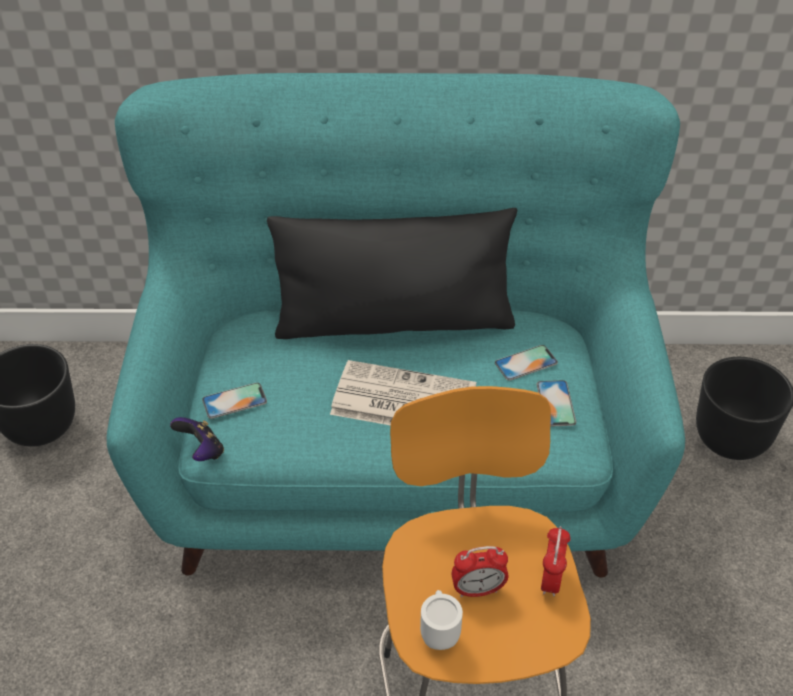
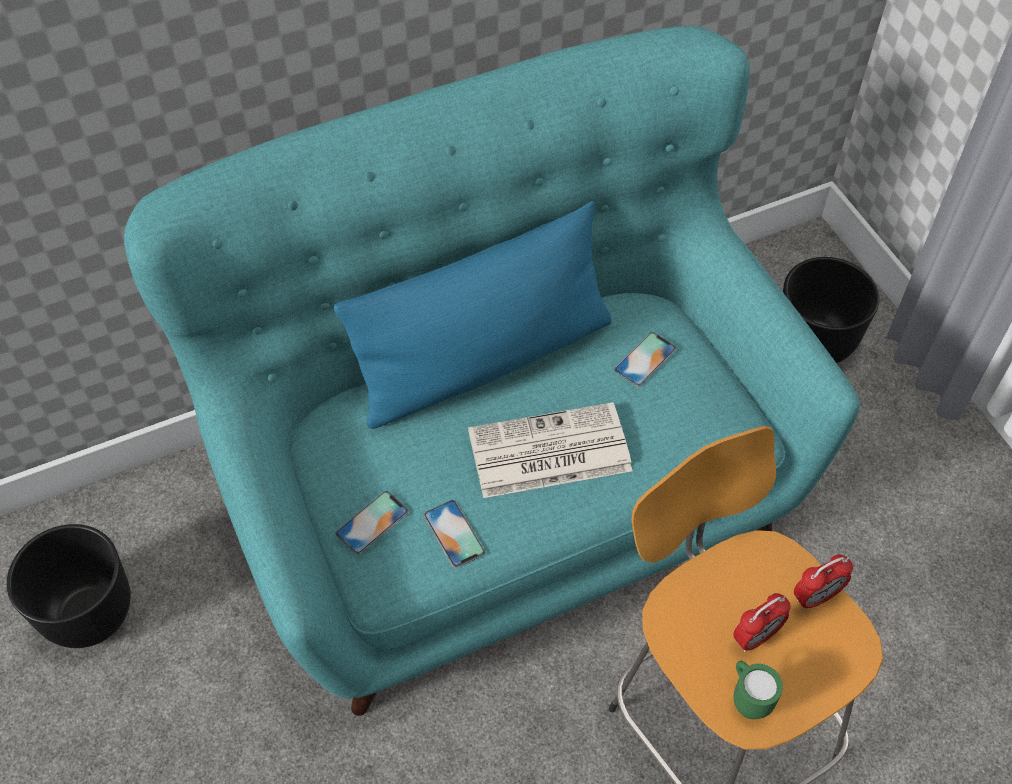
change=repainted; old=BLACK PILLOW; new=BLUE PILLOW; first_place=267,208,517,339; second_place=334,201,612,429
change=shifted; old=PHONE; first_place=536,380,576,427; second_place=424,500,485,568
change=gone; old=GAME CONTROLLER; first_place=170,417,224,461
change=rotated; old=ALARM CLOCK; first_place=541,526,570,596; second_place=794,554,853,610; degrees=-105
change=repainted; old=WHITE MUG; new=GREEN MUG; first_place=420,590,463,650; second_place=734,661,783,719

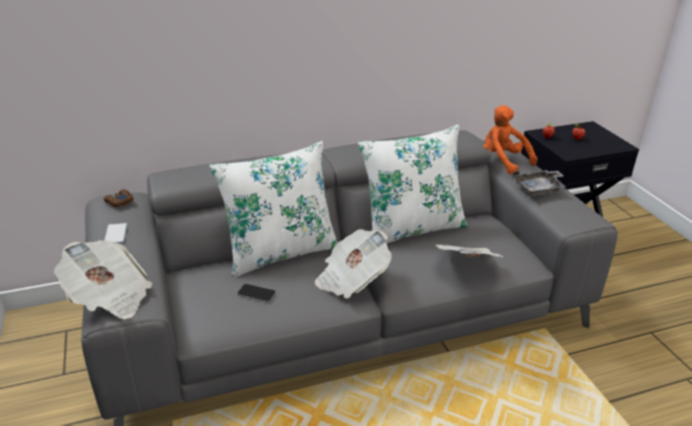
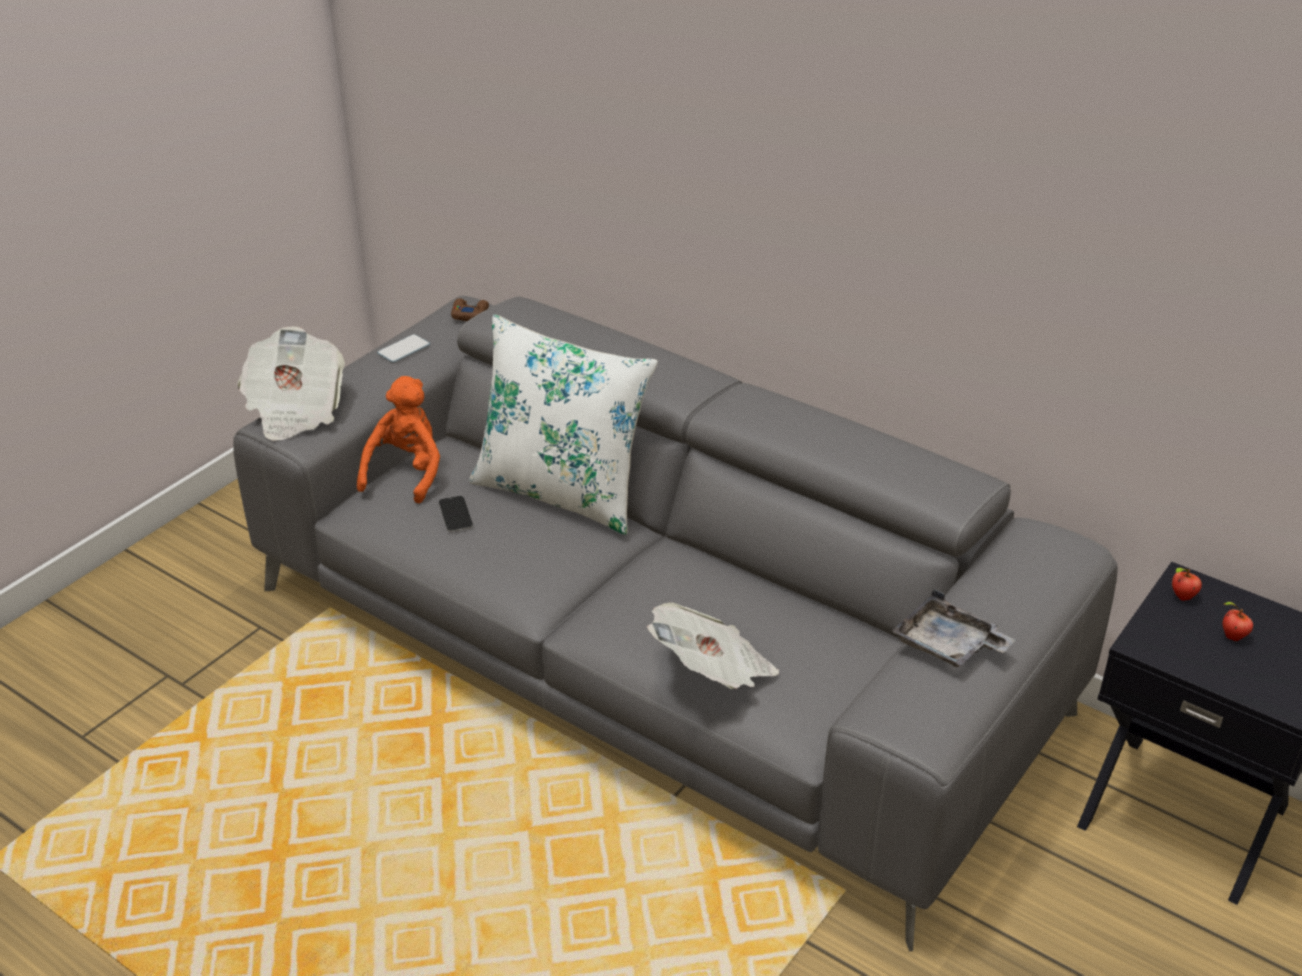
change=shifted; old=ORANGE PLUSH TOY; first_place=483,105,537,175; second_place=357,376,440,503
change=gone; old=WHITE PILLOW; first_place=358,125,468,243
change=gone; old=NEWSPAPER; first_place=315,229,392,299

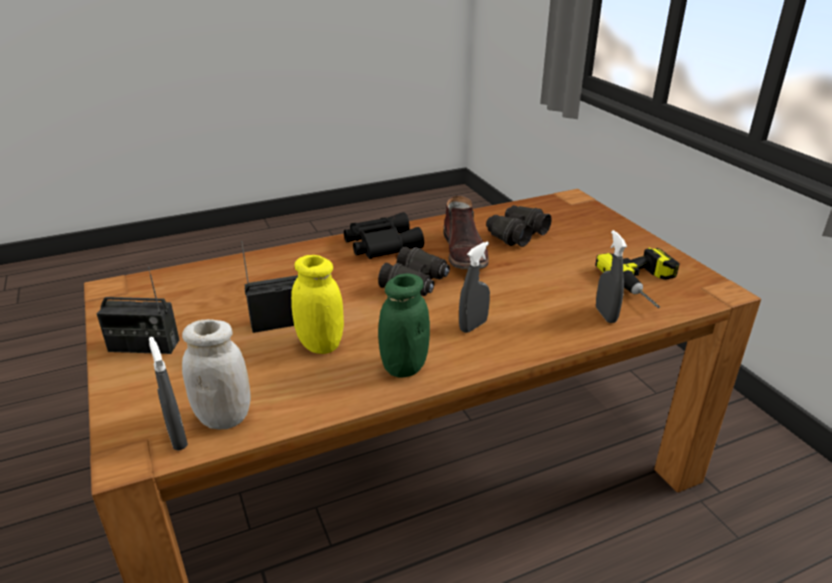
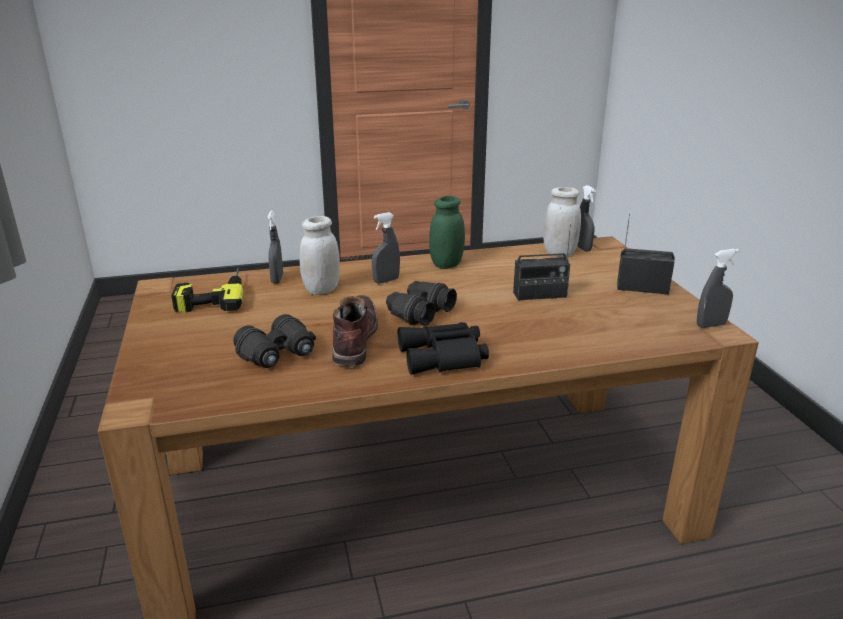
change=gone; old=YELLOW JAR; first_place=291,255,344,354
change=new; new=WHITE JAR; second_place=299,216,340,295
change=new; new=GREY SPRAY BOTTLE; second_place=697,249,739,328

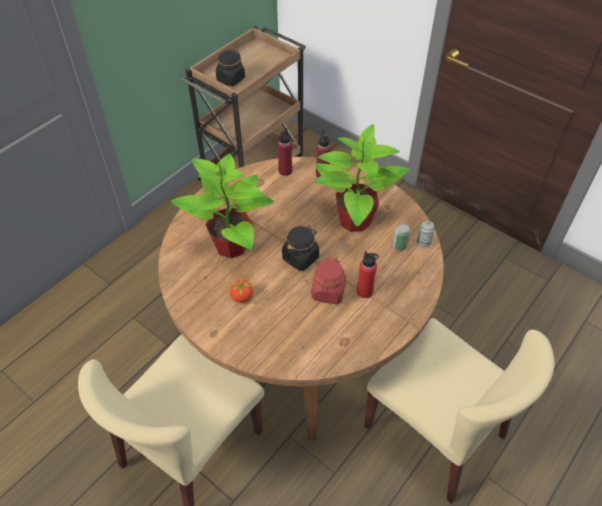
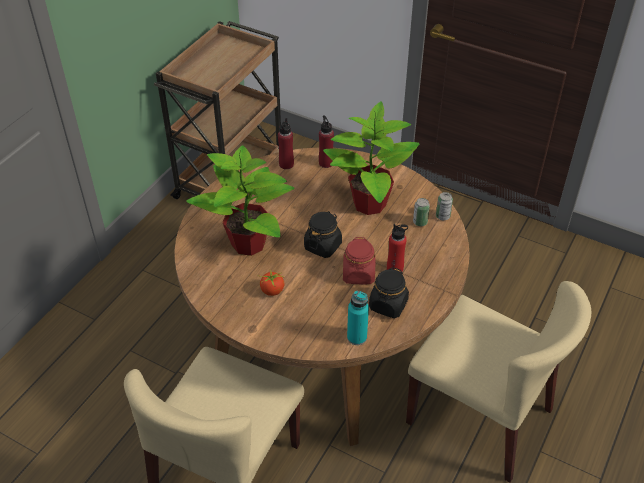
change=shifted; old=BLACK JAR; first_place=216,50,245,86; second_place=369,267,409,318
change=new; new=TURQUOISE BOTTLE; second_place=347,291,369,345

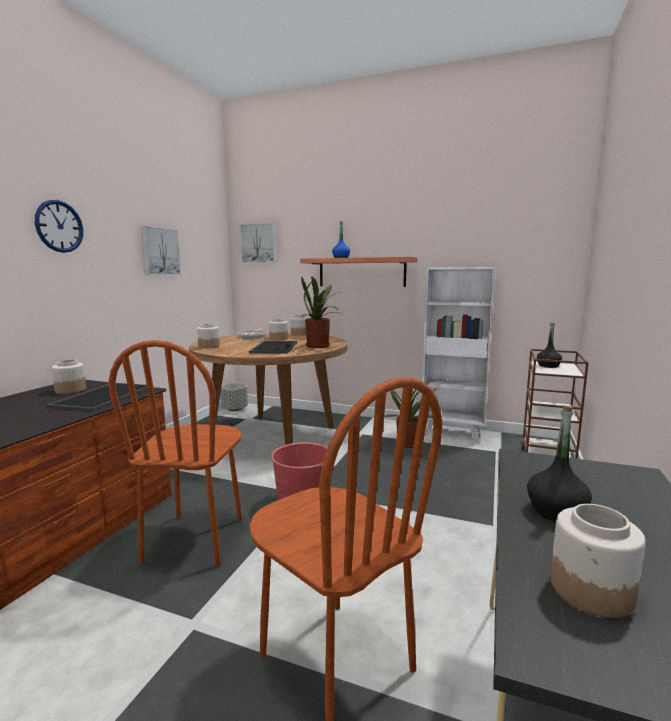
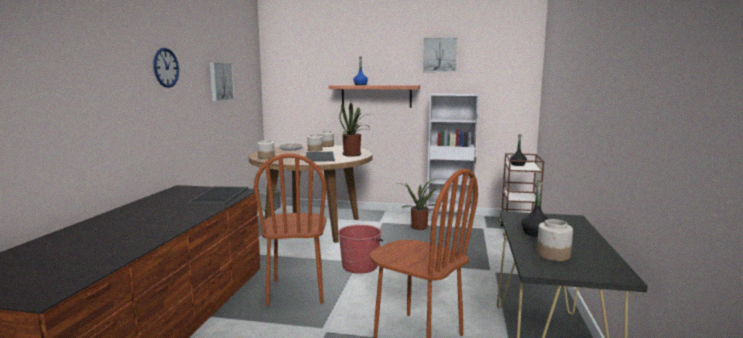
change=shifted; old=PICTURE; first_place=240,223,276,263; second_place=423,37,457,72
change=gone; old=JAR; first_place=52,360,86,394

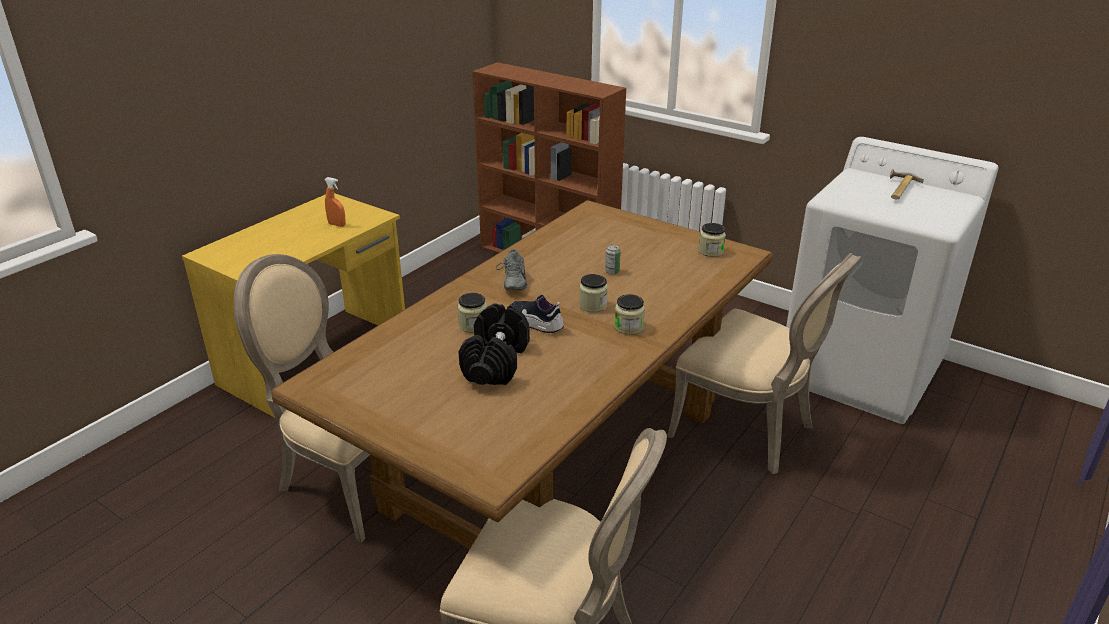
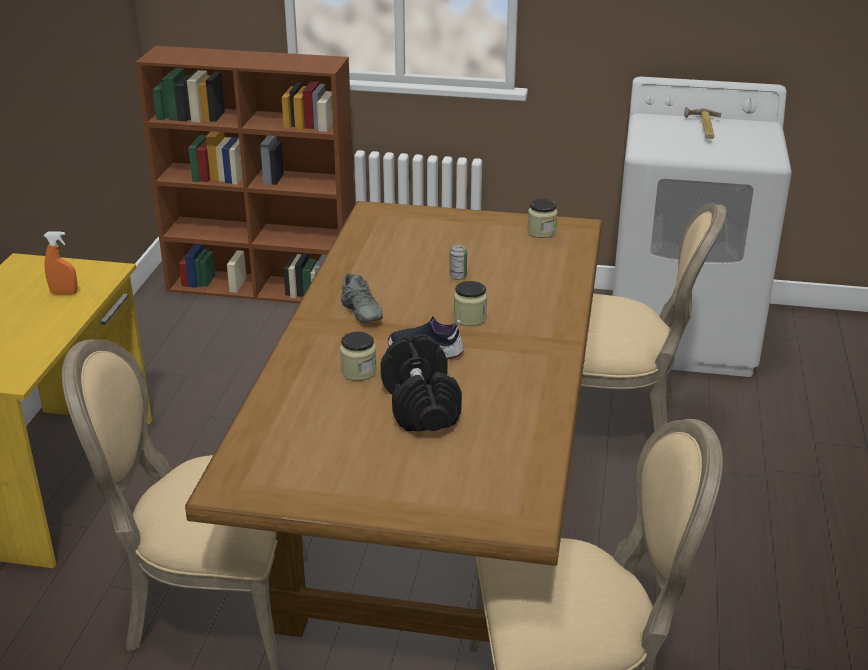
change=gone; old=JAR; first_place=614,294,645,335

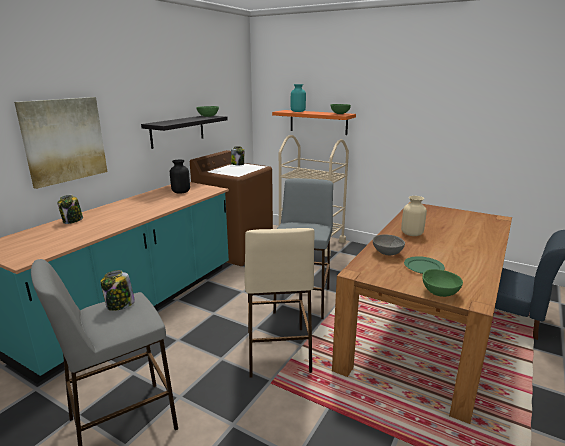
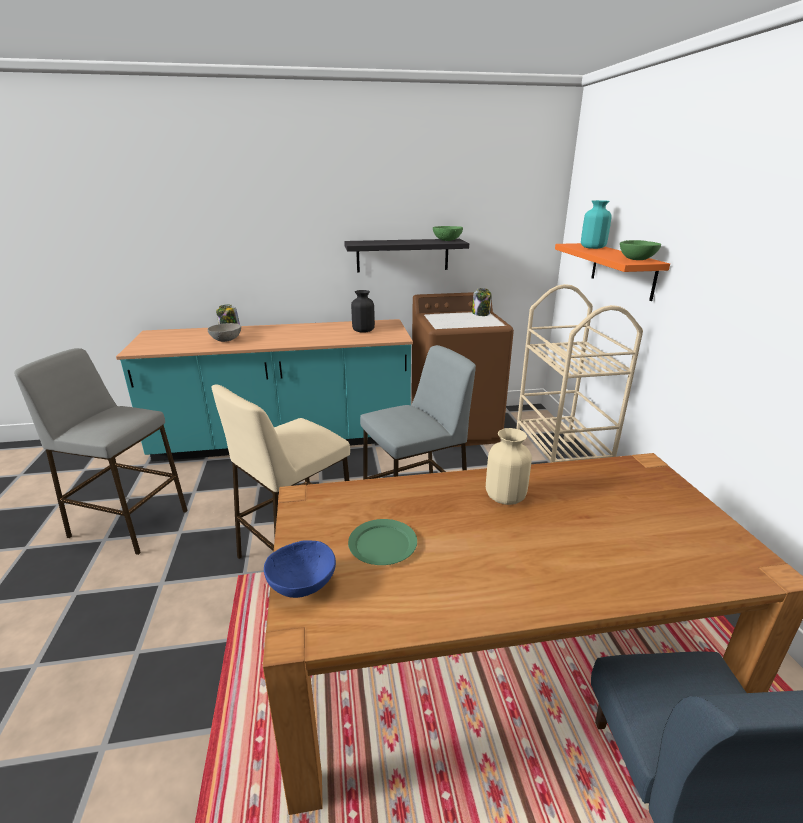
change=gone; old=PICTURE; first_place=14,97,107,189
change=shifted; old=GREY BOWL; first_place=373,234,405,255; second_place=208,323,241,342
change=repainted; old=GREEN BOWL; new=BLUE BOWL; first_place=422,269,463,297; second_place=264,540,336,598
change=gone; old=JAR; first_place=101,270,135,311

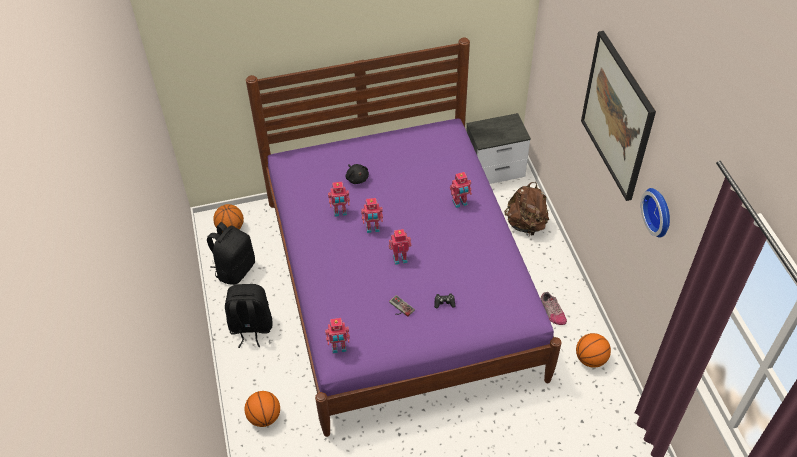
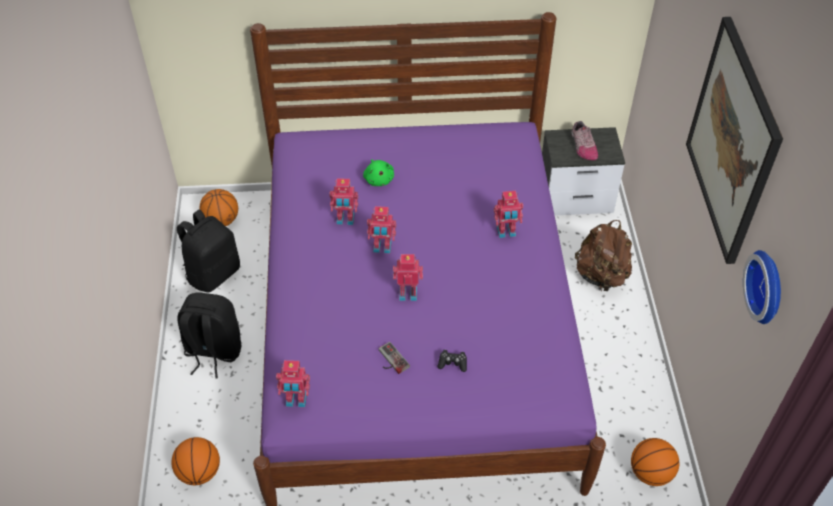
change=repainted; old=BLACK PLUSH TOY; new=GREEN PLUSH TOY; first_place=345,164,369,184; second_place=363,159,394,186
change=shifted; old=SHOE; first_place=540,292,567,325; second_place=571,121,598,160

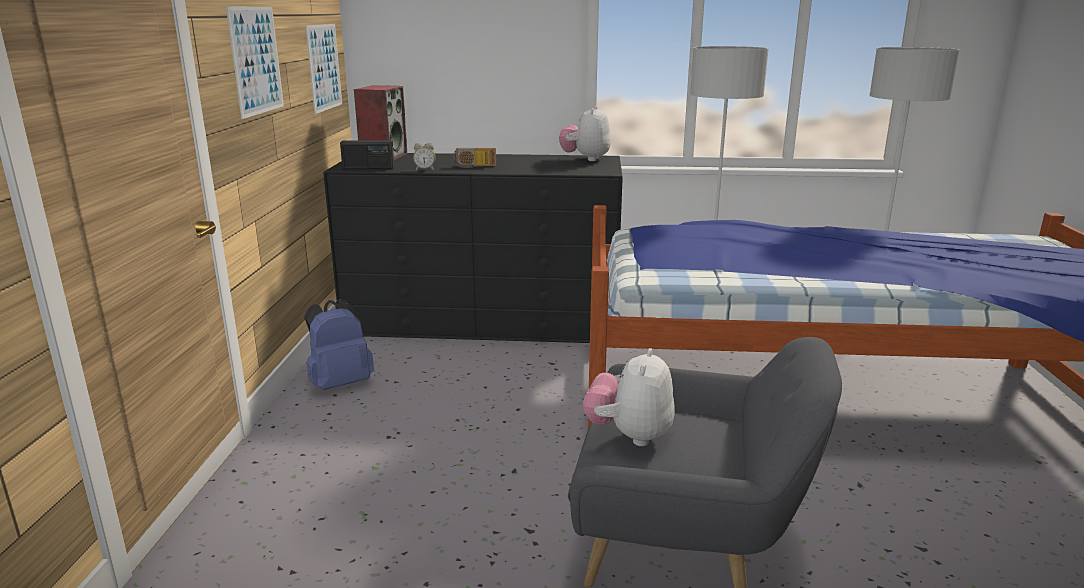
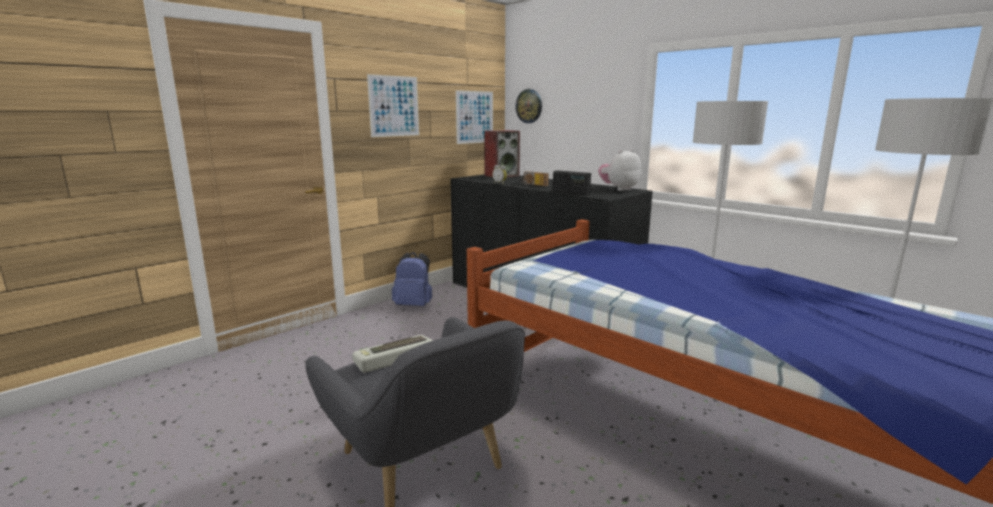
change=shifted; old=RADIO; first_place=340,140,394,170; second_place=553,170,591,195
change=swapped; old=PLUSH TOY; new=KEYBOARD; first_place=583,348,675,446; second_place=352,335,433,373
change=new; new=WALL CLOCK; second_place=515,89,542,123

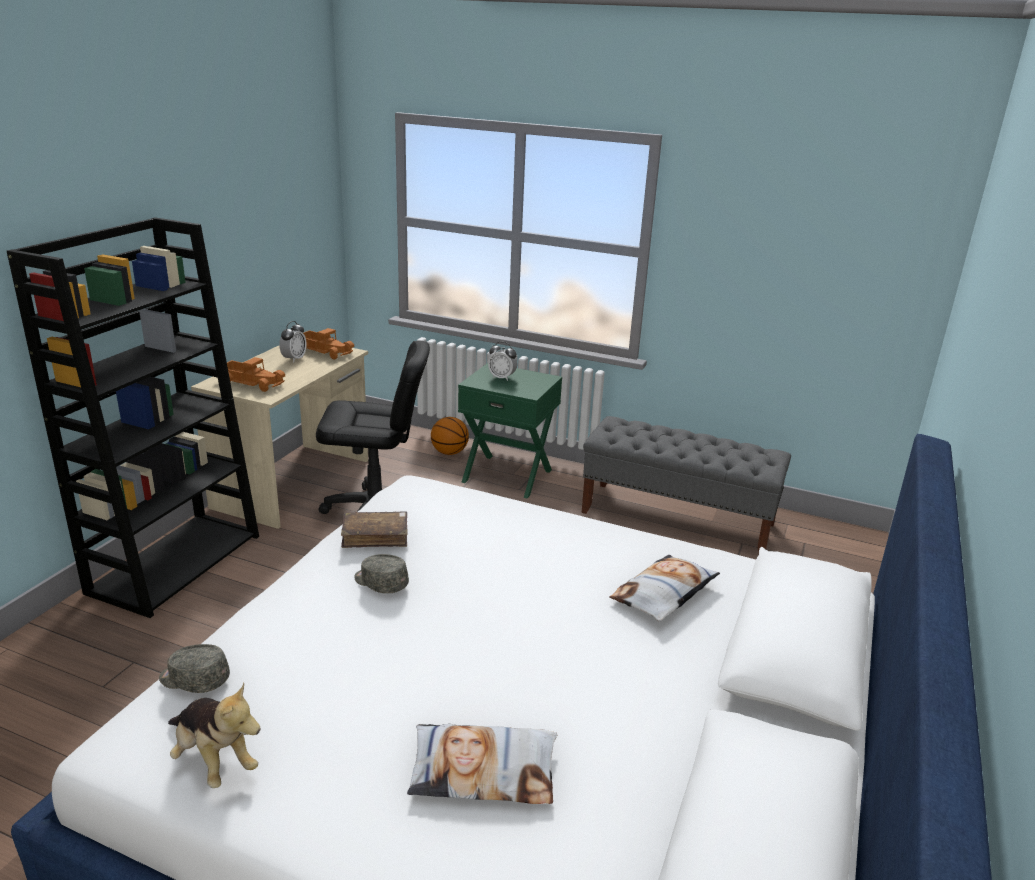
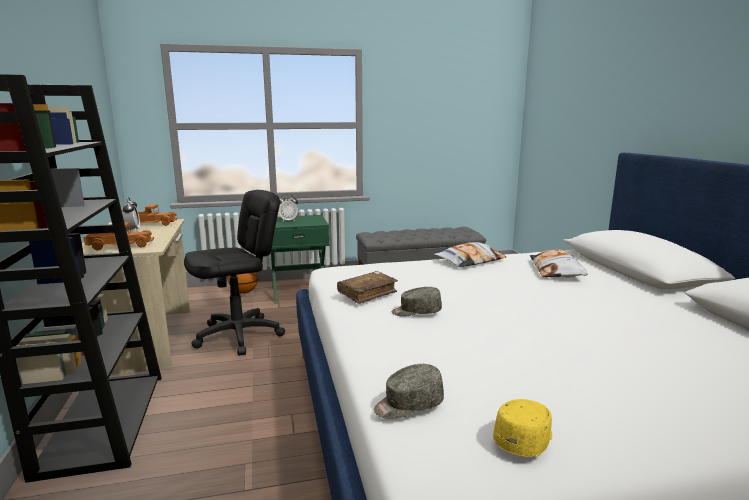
change=swapped; old=PLUSH TOY; new=YELLOW CAP; first_place=168,683,260,788; second_place=493,399,552,457
change=shifted; old=PILLOW; first_place=407,724,557,804; second_place=434,242,506,267

